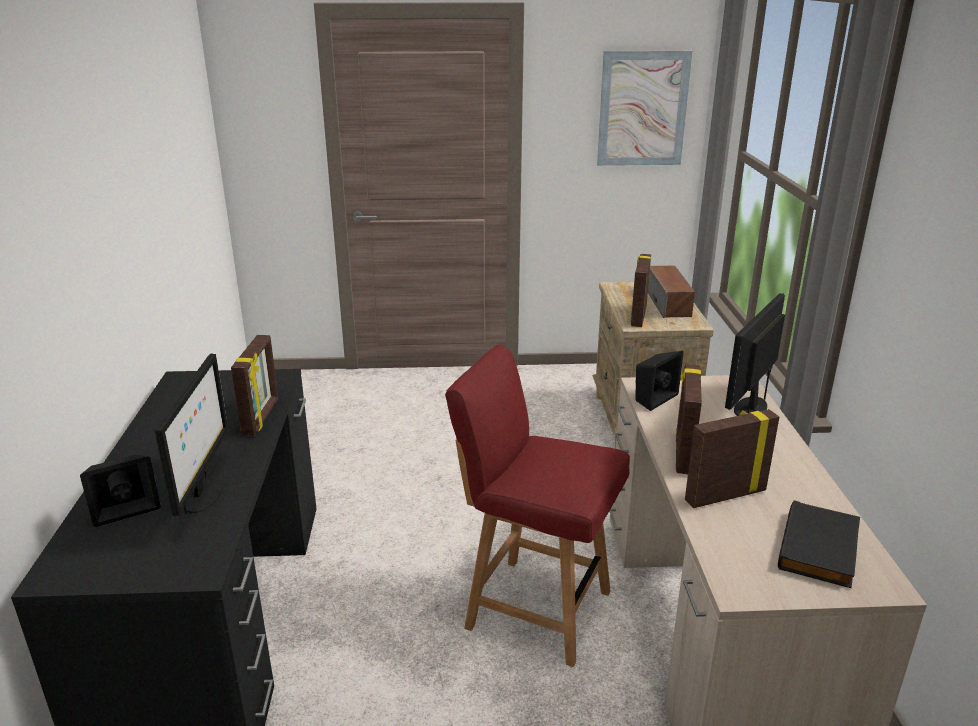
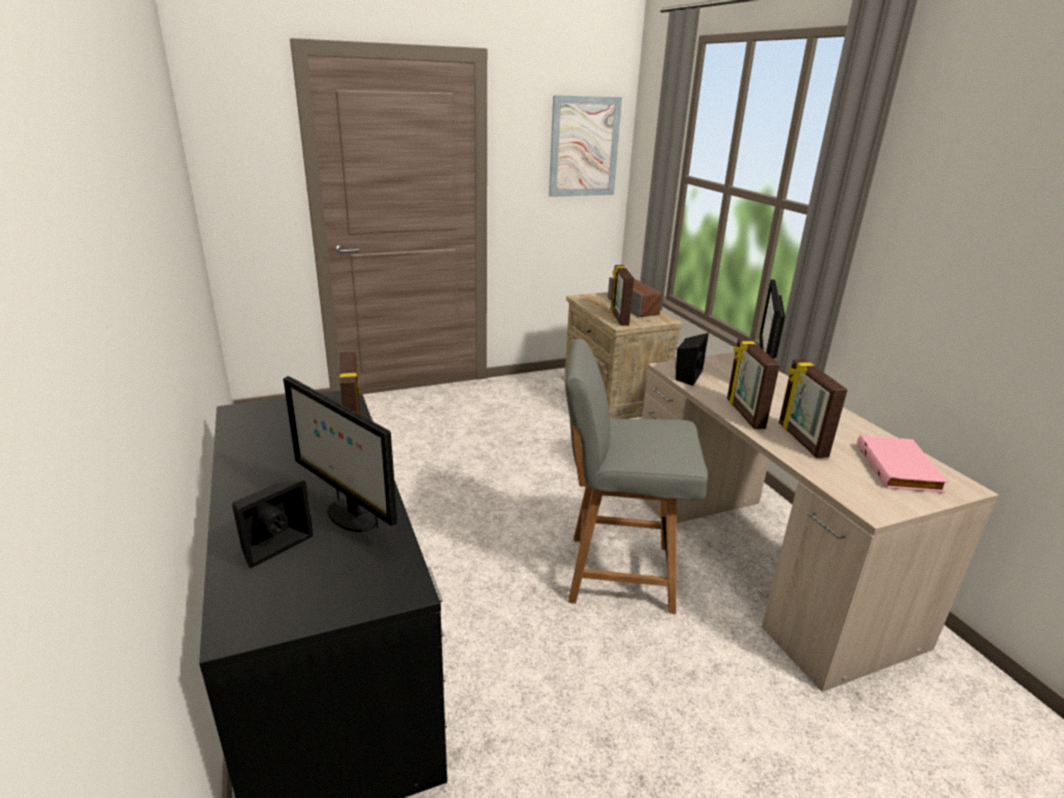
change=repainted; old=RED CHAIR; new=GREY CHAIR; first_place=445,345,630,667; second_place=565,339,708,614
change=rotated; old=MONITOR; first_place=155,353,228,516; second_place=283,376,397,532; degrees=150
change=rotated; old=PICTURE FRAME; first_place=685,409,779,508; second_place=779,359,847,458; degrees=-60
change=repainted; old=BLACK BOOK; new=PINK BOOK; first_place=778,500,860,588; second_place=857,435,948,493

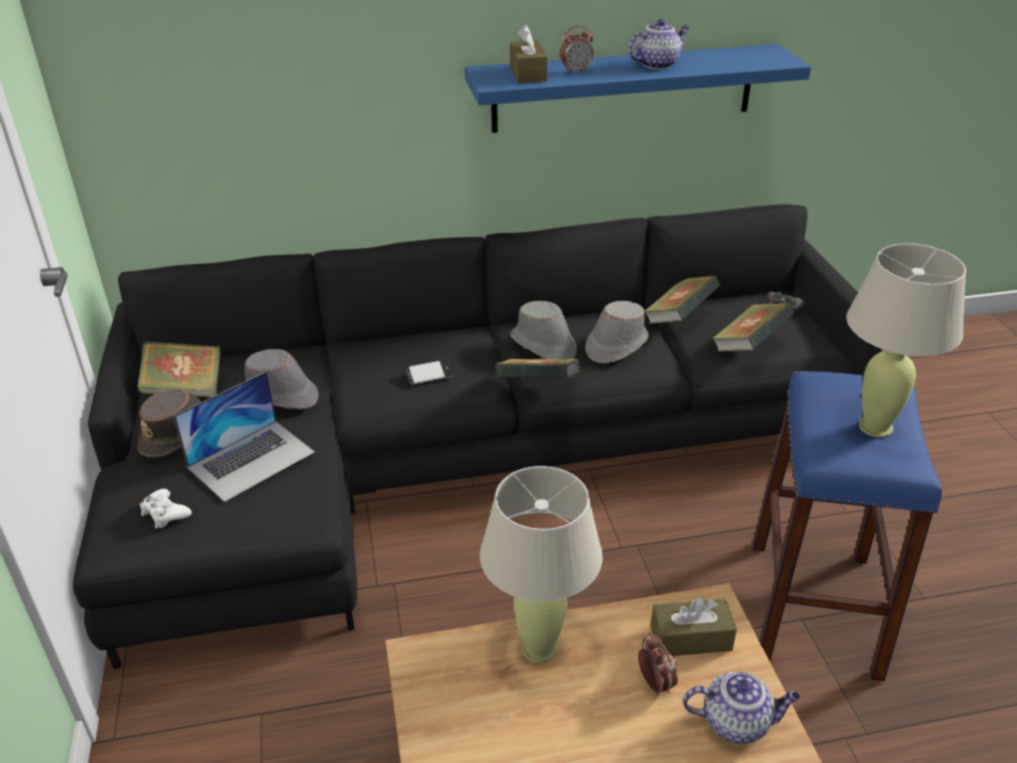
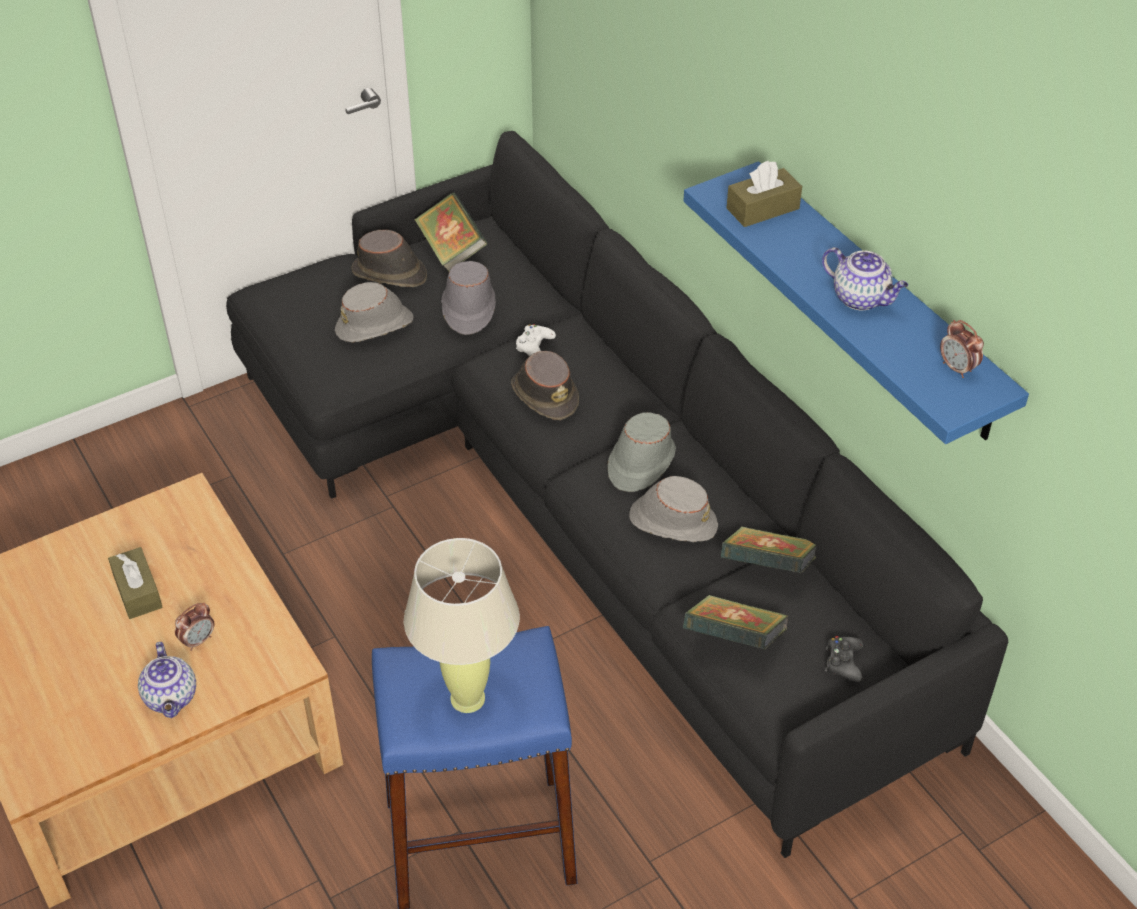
change=shifted; old=ALARM CLOCK; first_place=560,26,593,74; second_place=940,320,984,378
change=gone; old=BOOK; first_place=496,358,580,379
change=swapped; old=PHONE; new=BROWN HAT; first_place=406,359,454,385; second_place=511,351,579,420
change=swapped; old=LAPTOP; new=GREY HAT; first_place=174,371,315,502; second_place=335,282,414,342
change=gone; old=BEIGE TABLE LAMP; first_place=480,466,603,663
change=shifted; old=WHITE GAME CONTROLLER; first_place=140,489,192,529; second_place=516,324,556,356
change=shifted; old=BROWN TISSUE BOX; first_place=650,597,737,656; second_place=108,547,163,619

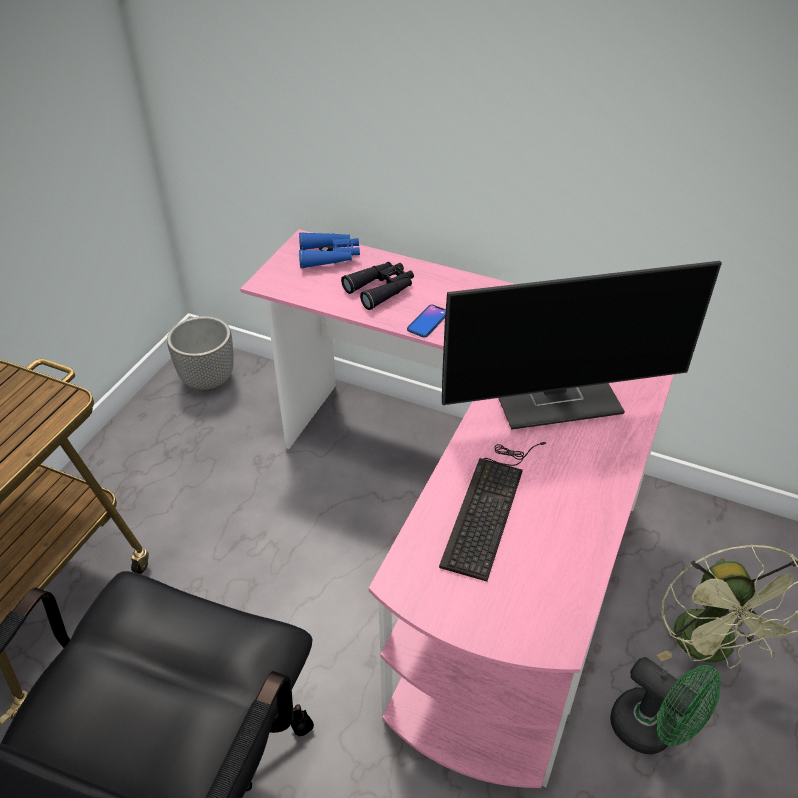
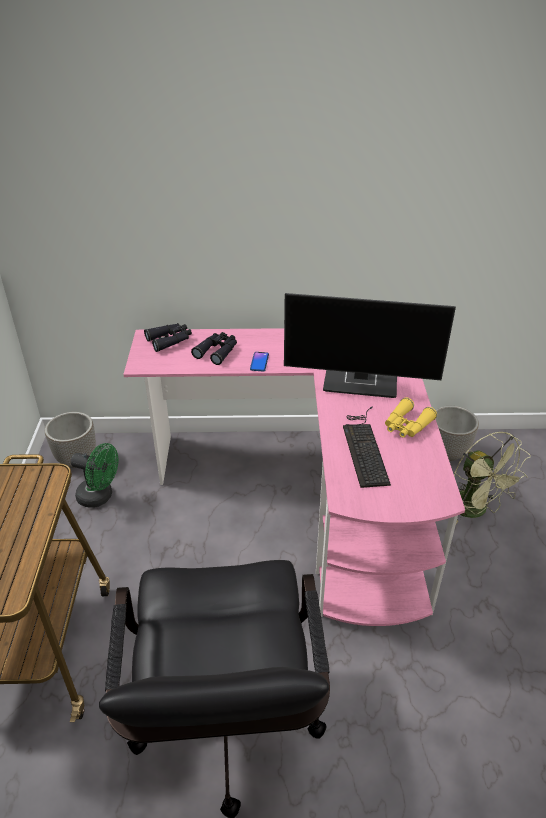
change=repainted; old=BLUE BINOCULARS; new=BLACK BINOCULARS; first_place=299,232,360,268; second_place=144,323,192,352
change=rotated; old=MONITOR; first_place=442,261,722,430; second_place=284,293,456,398; degrees=45
change=shifted; old=GREEN FAN; first_place=610,657,721,754; second_place=71,443,118,508
change=new; new=YELLOW BINOCULARS; second_place=385,397,437,438
change=new; new=PLANTER; second_place=436,406,479,461

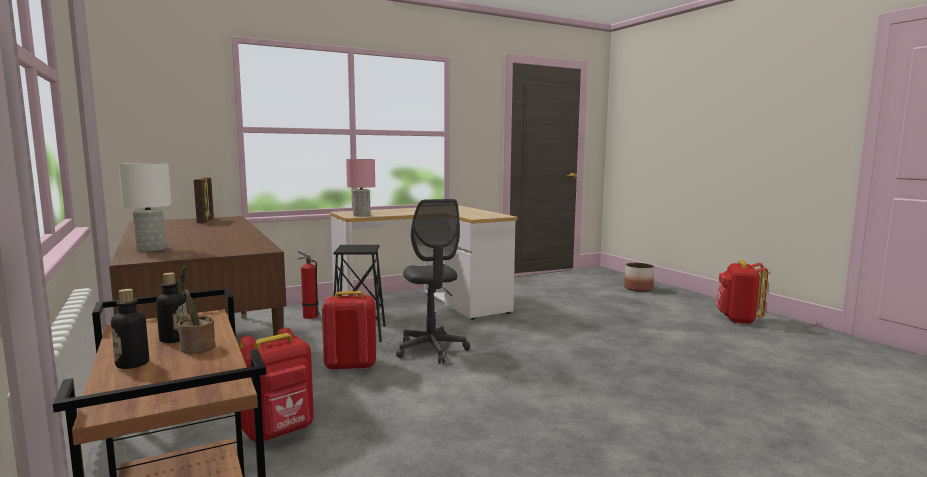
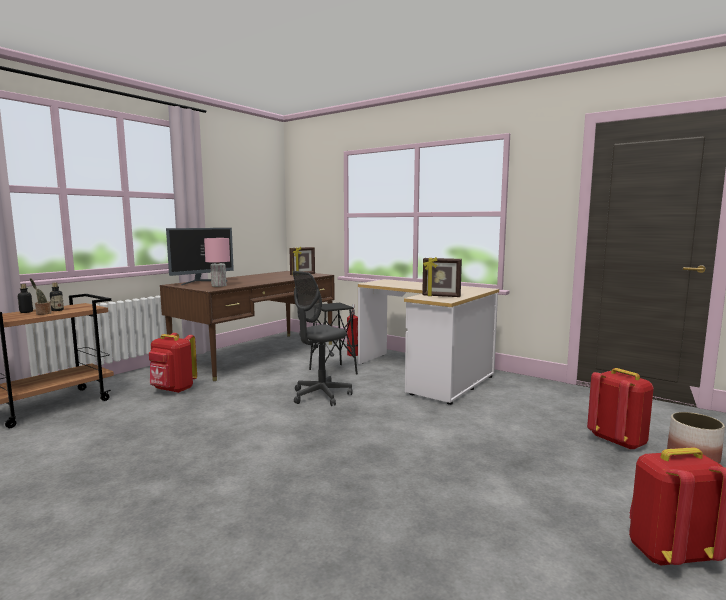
change=shifted; old=PINK TABLE LAMP; first_place=346,159,375,217; second_place=204,238,230,287
change=swapped; old=WHITE TABLE LAMP; new=MONITOR; first_place=118,163,172,252; second_place=166,228,234,285
change=shifted; old=RED BACKPACK; first_place=322,291,376,371; second_place=587,368,654,450
change=new; new=PICTURE FRAME; second_place=422,257,462,297

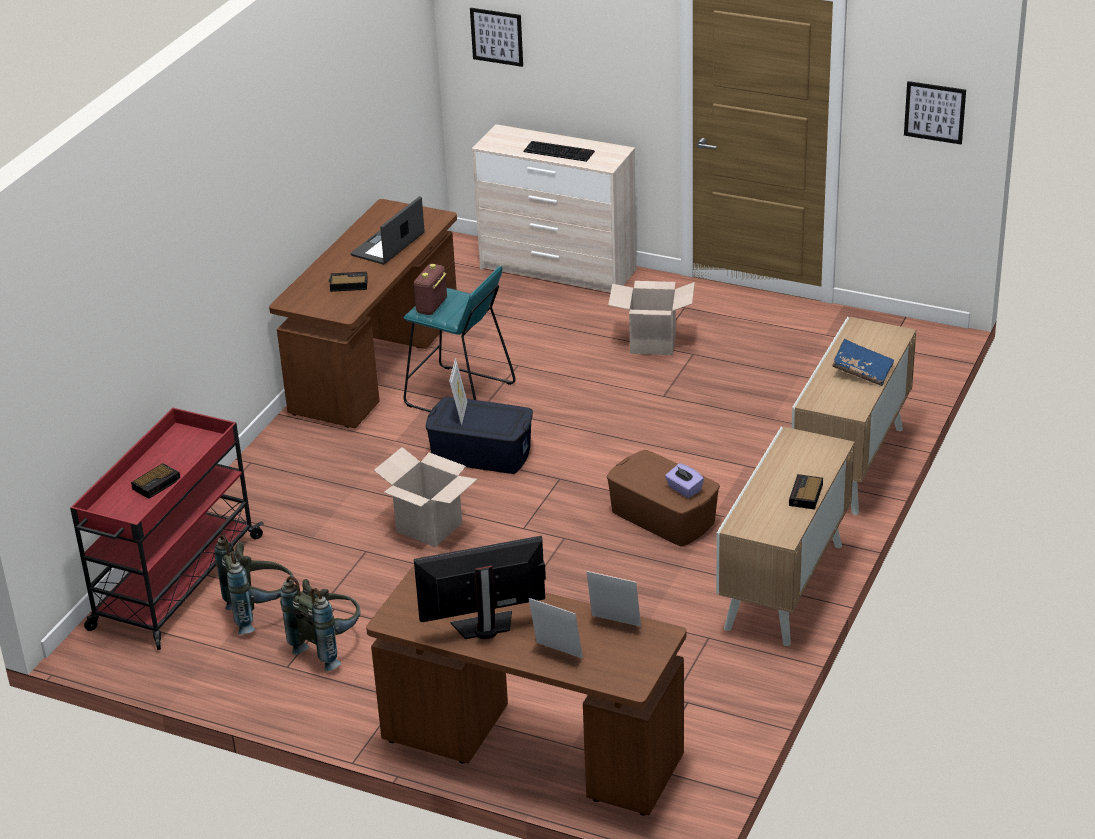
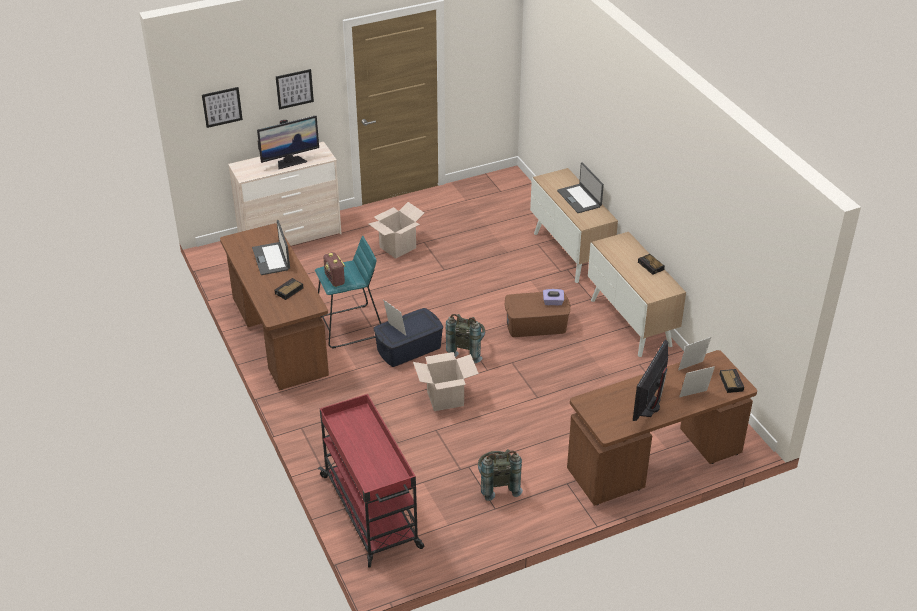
change=shifted; old=PICTURE; first_place=904,81,966,144; second_place=276,69,314,110
change=swapped; old=KEYBOARD; new=MONITOR; first_place=523,141,595,162; second_place=257,115,319,169
change=swapped; old=BLUE BOOK; new=LAPTOP; first_place=832,339,894,386; second_place=557,162,604,213
change=shifted; old=ALARM CLOCK; first_place=131,463,180,499; second_place=719,369,744,393
change=shifted; old=GREY BACKPACK; first_place=214,534,294,635; second_place=446,314,485,363

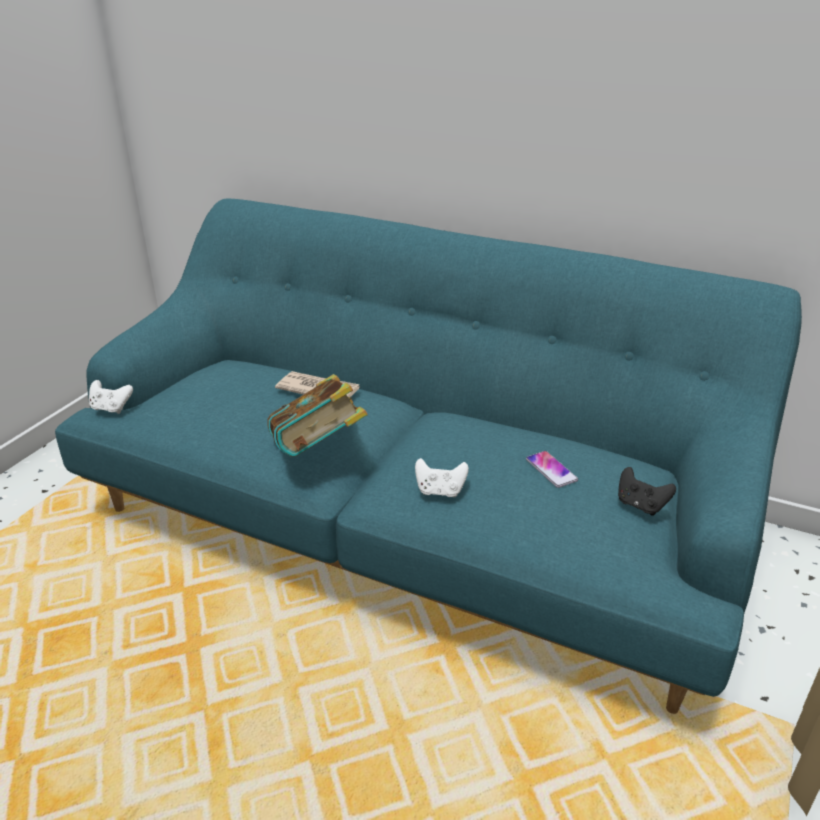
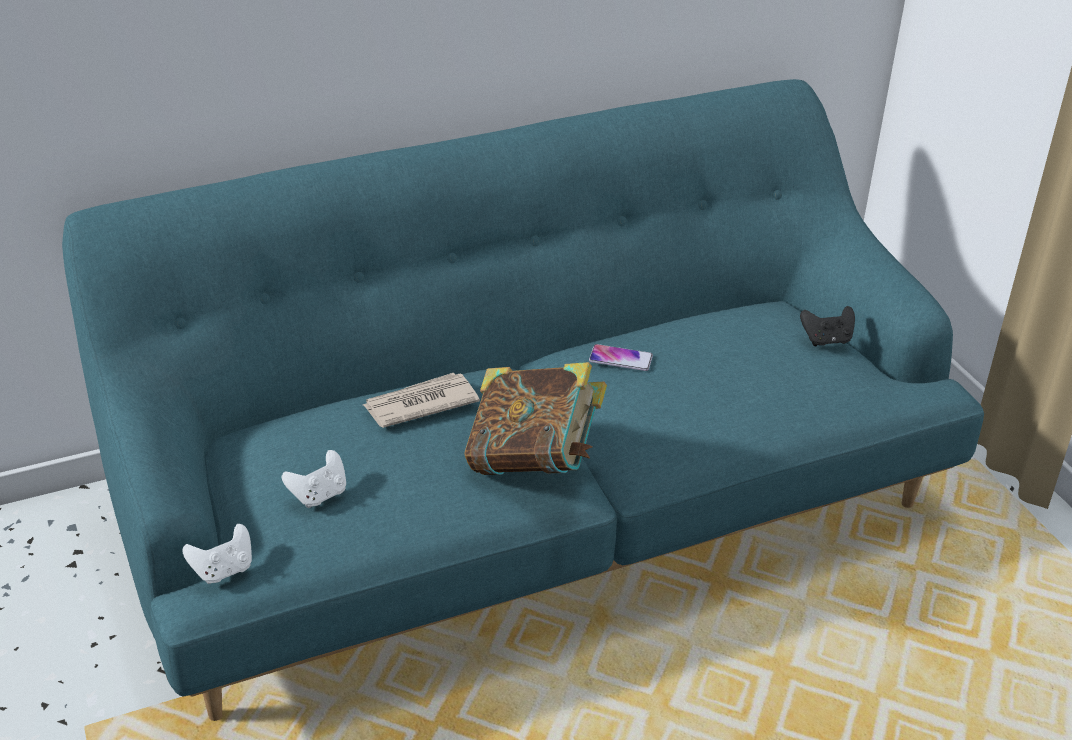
change=shifted; old=PHONE; first_place=526,451,578,488; second_place=589,344,653,371
change=shifted; old=WHITE GAME CONTROLLER; first_place=415,458,469,498; second_place=282,450,346,508

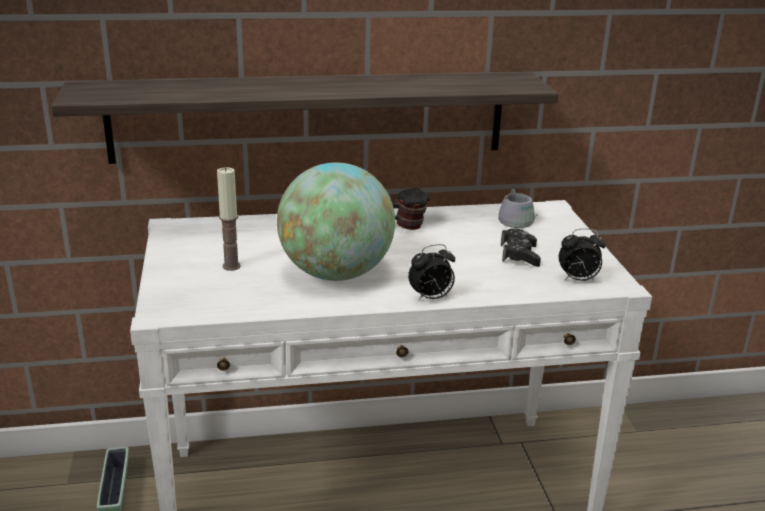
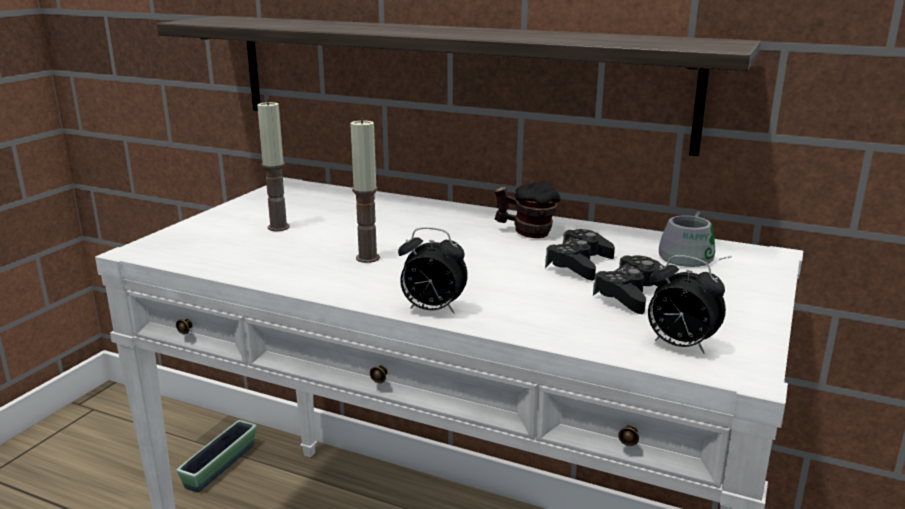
change=swapped; old=GLOBE; new=CANDLE; first_place=277,162,395,281; second_place=350,118,380,263
change=new; new=BLACK GAME CONTROLLER; second_place=545,229,615,281

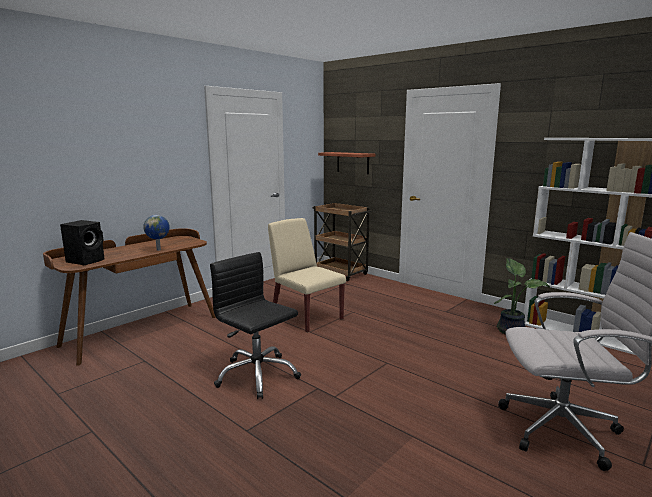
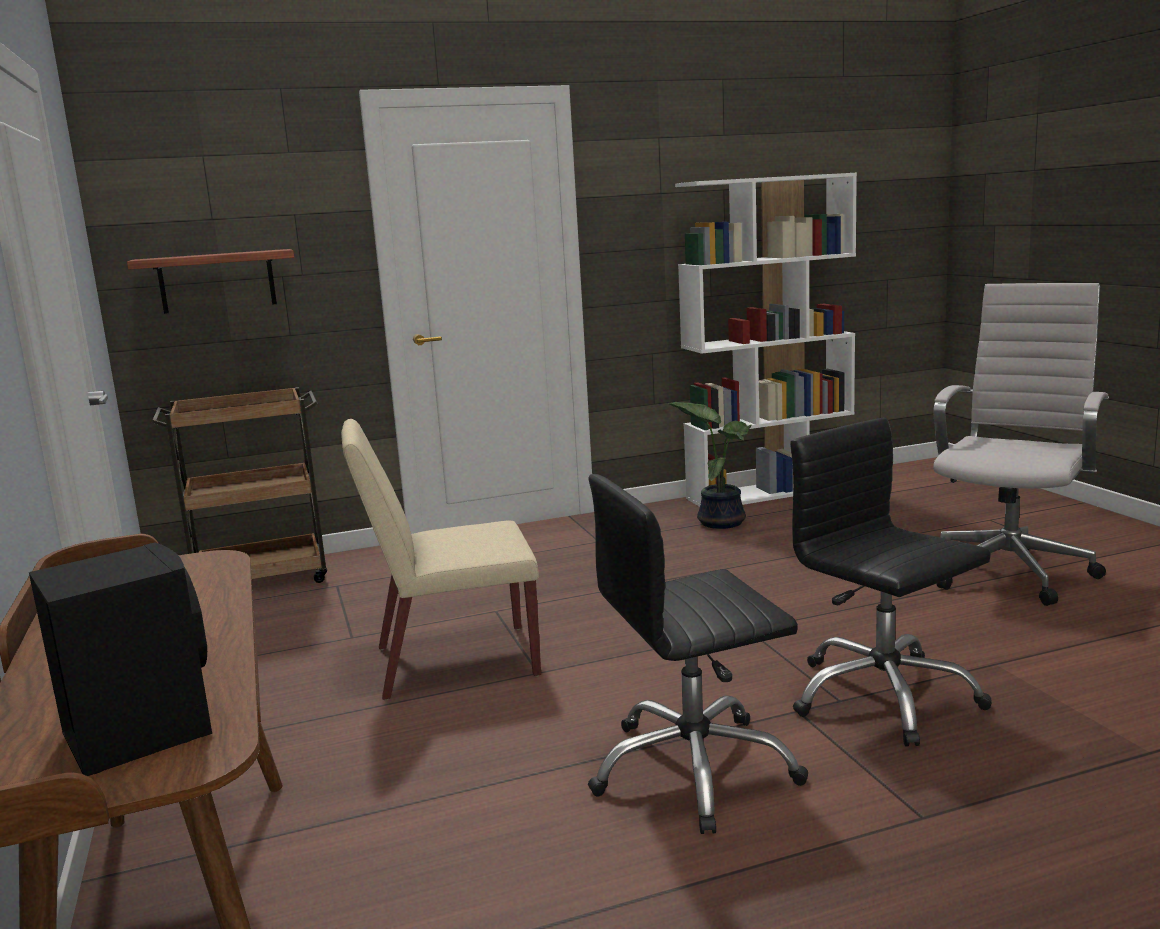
change=gone; old=GLOBE; first_place=143,215,170,251
change=new; new=BLACK OFFICE CHAIR; second_place=790,418,992,746

